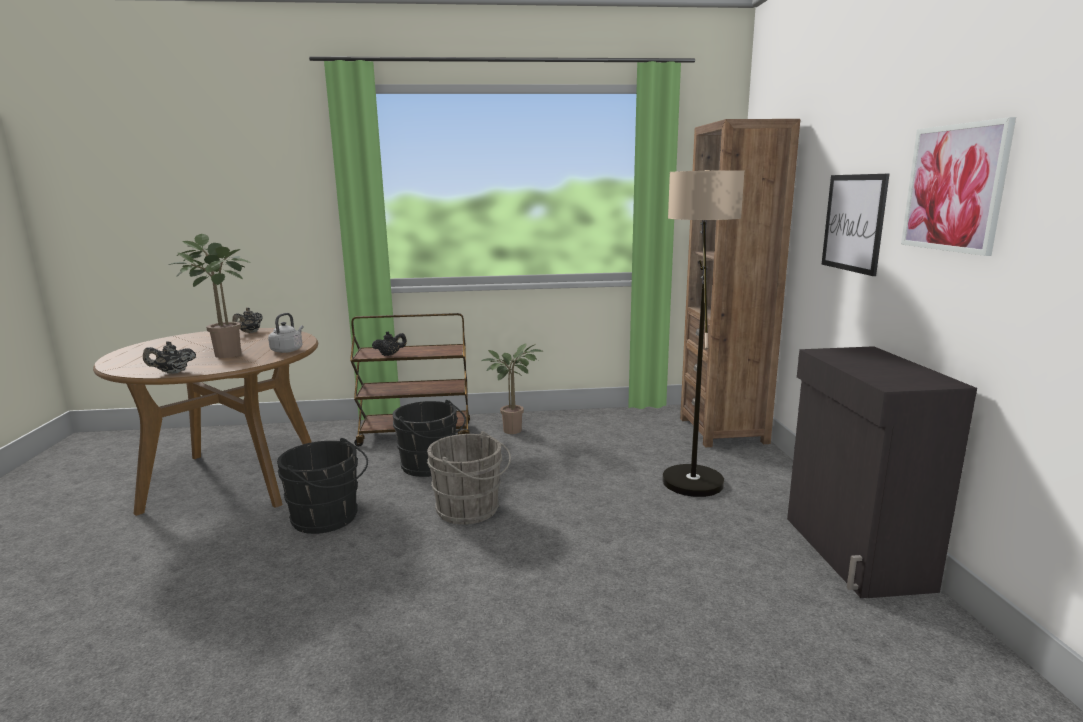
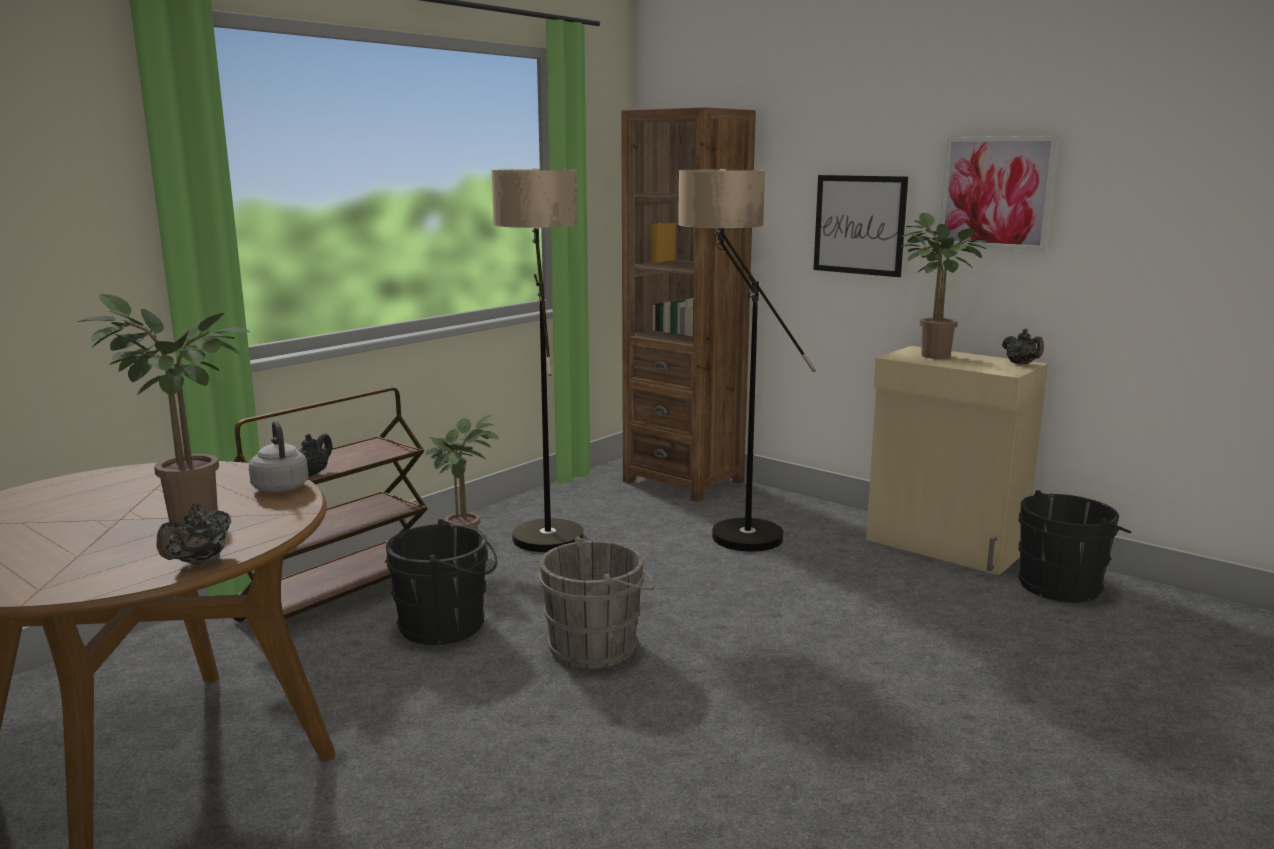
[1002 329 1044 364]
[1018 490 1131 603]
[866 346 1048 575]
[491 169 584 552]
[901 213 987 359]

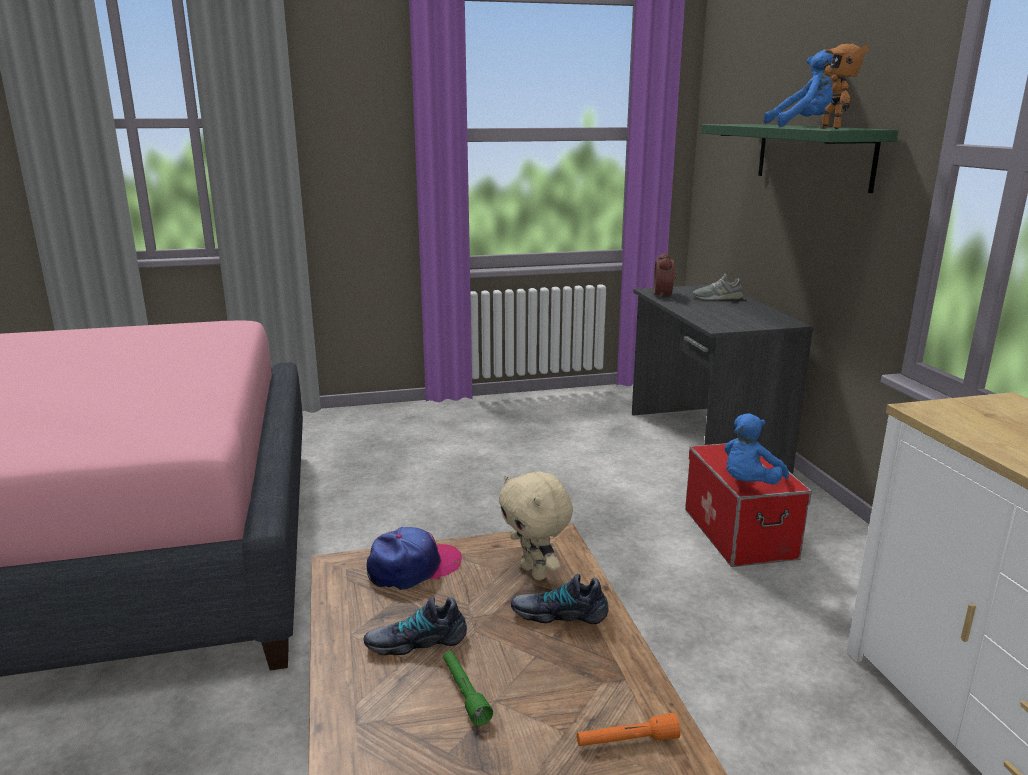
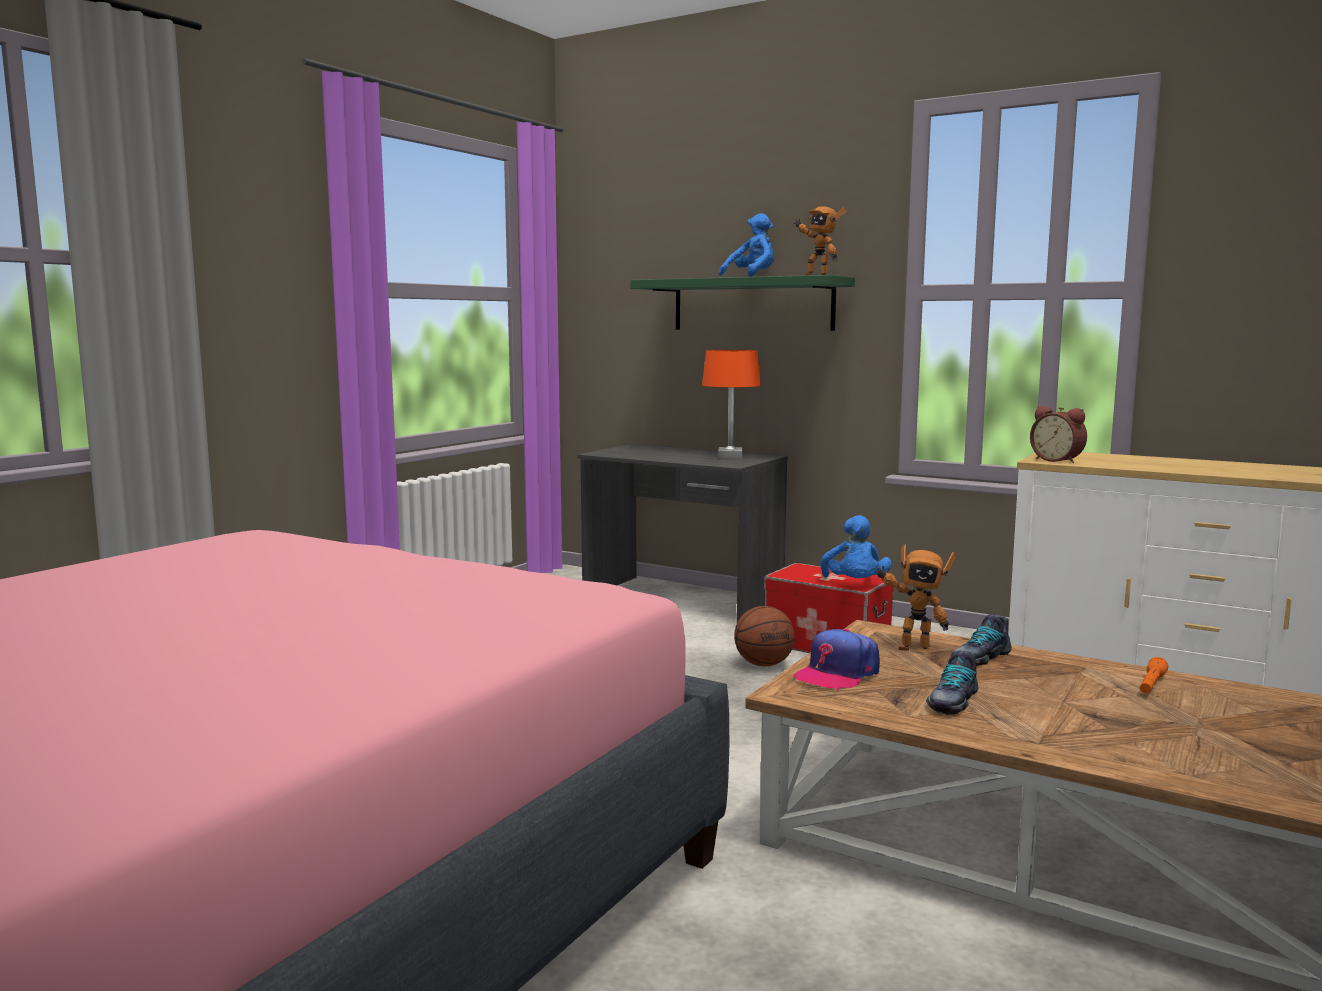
[793 629 880 690]
[443 651 493 726] (first image)
[875 544 956 651]
[1030 406 1087 463]
[692 274 743 300] (first image)
[702 350 761 459]
[734 606 795 666]

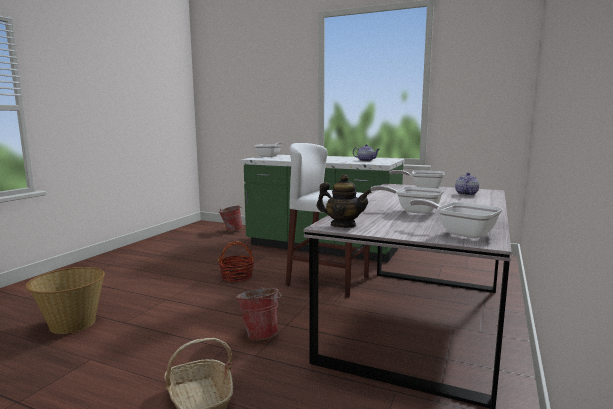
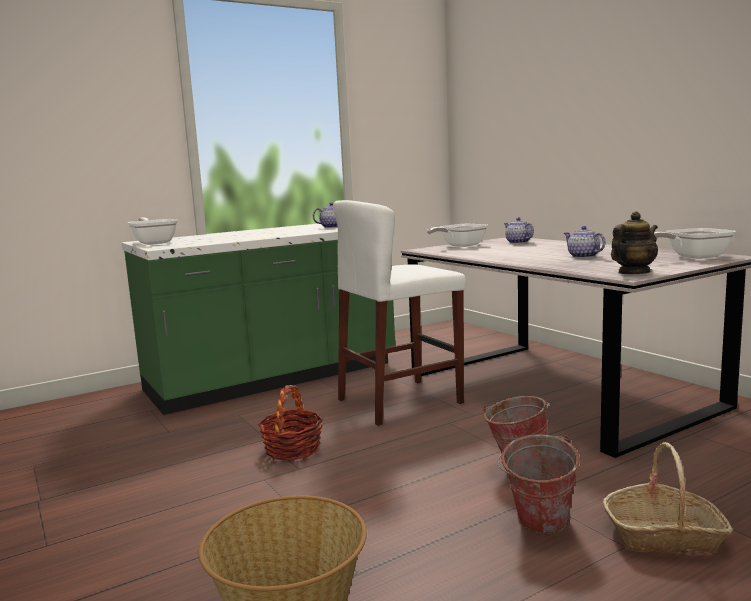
[498 434 580 534]
[564 226 605 258]

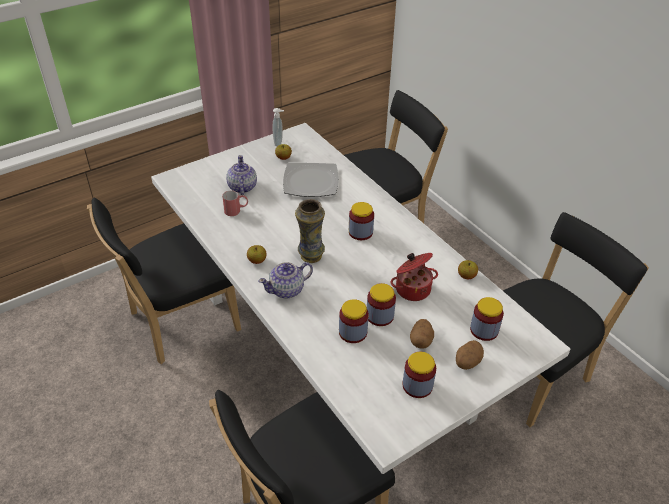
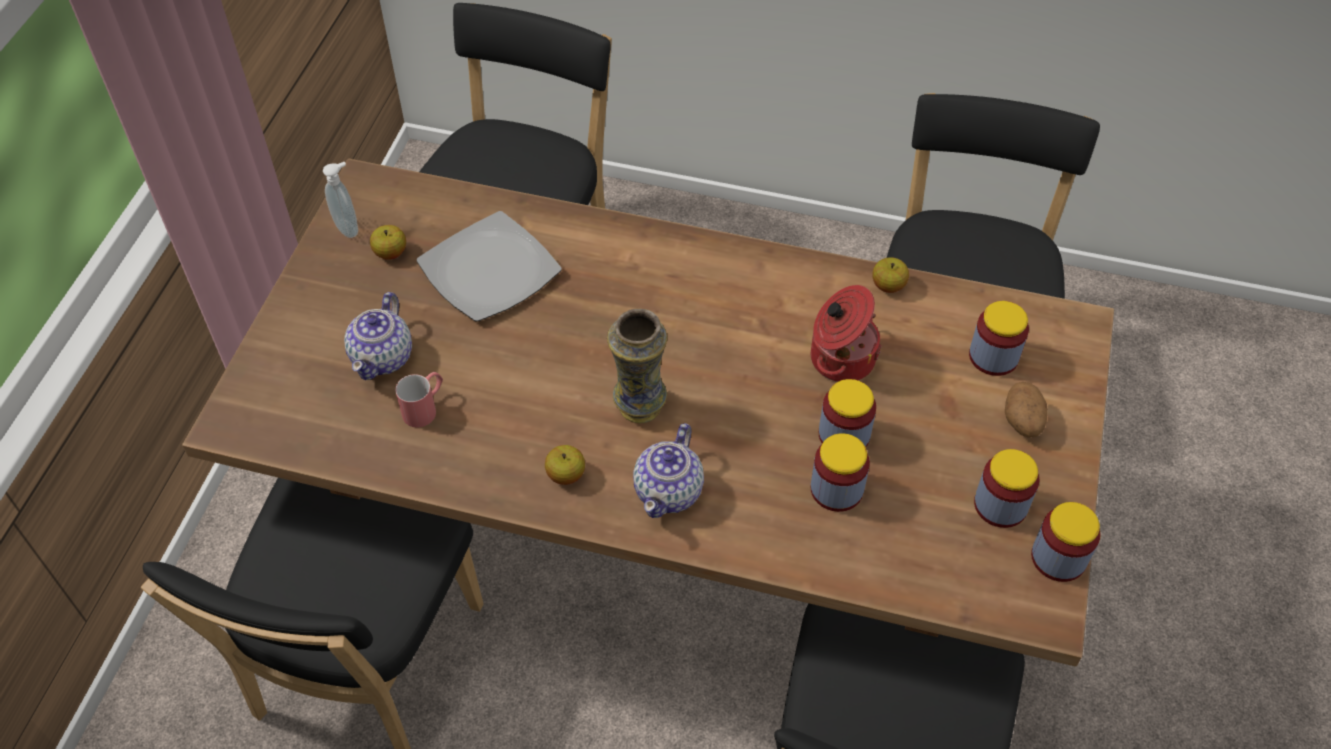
[182 159 1114 667]
[344 292 412 380]
[1031 502 1101 582]
[410 319 434 349] (first image)

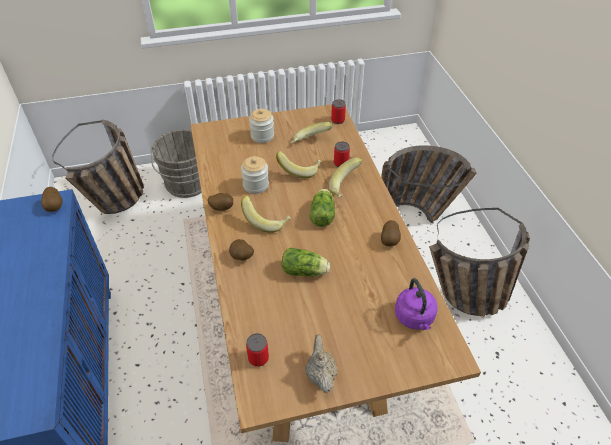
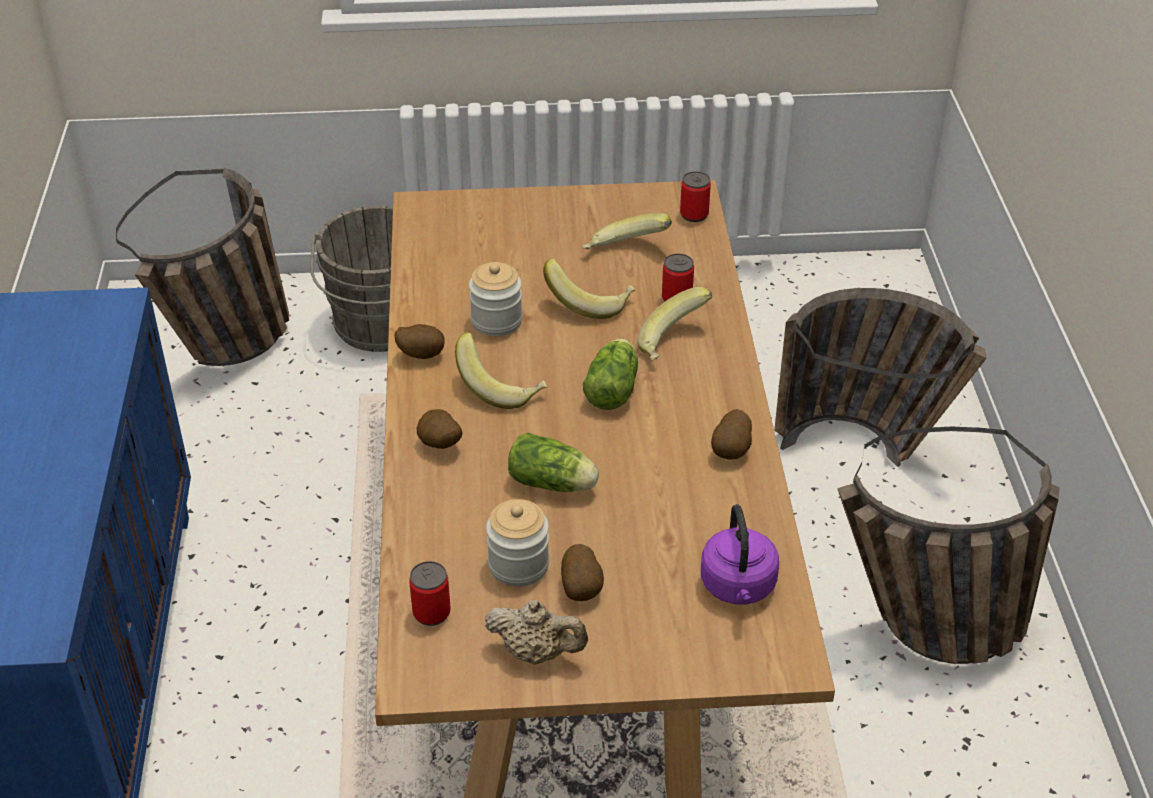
[561 544 604 601]
[486 499 549 586]
[485 600 588 665]

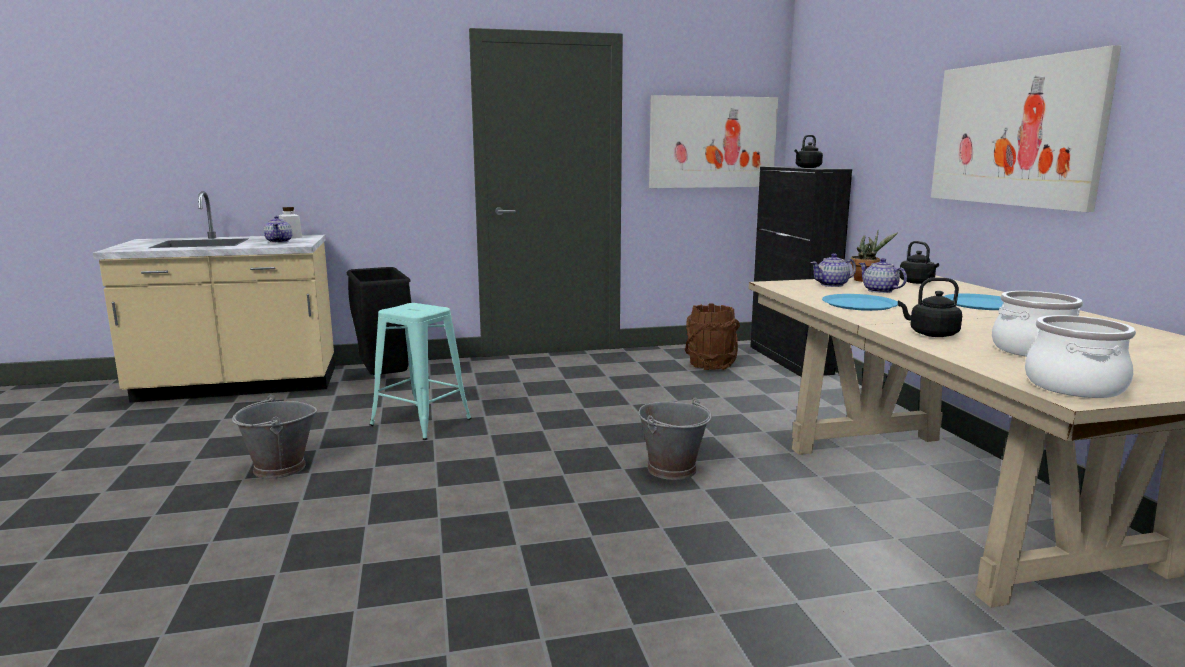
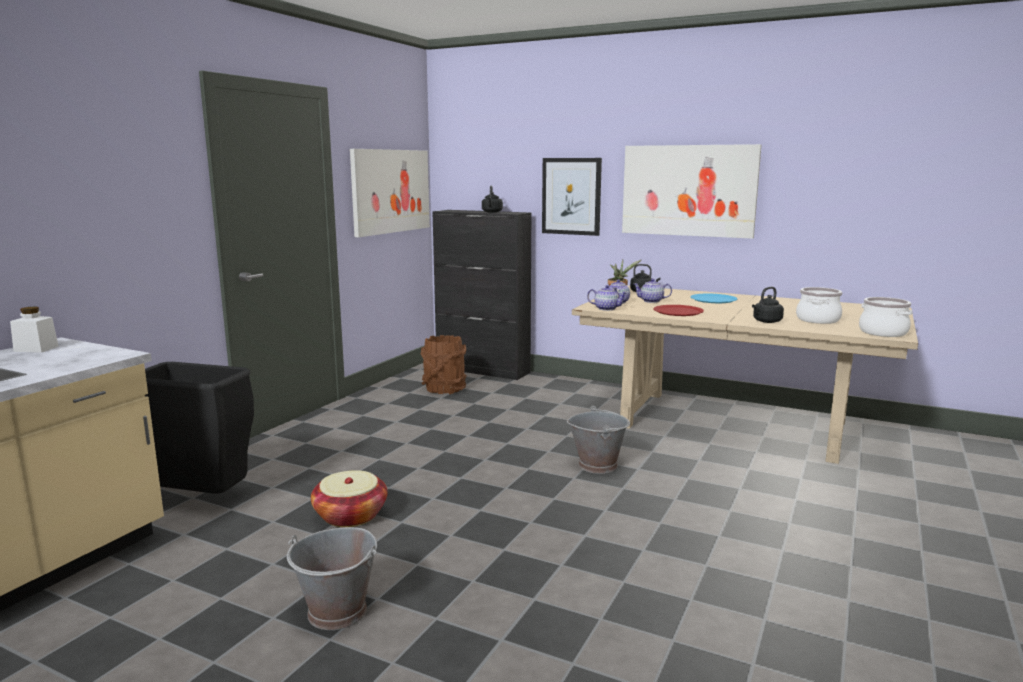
[587 285 627 311]
[311 470 388 527]
[653 305 704 316]
[542 158 602 236]

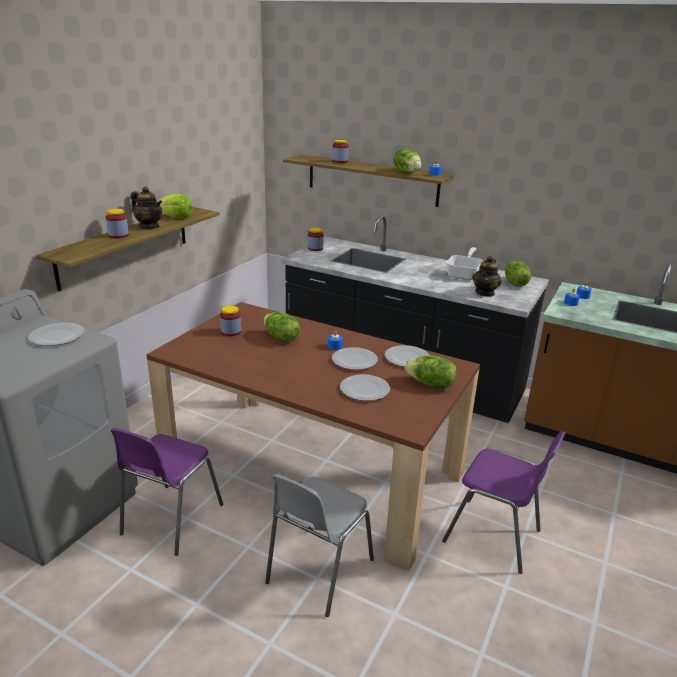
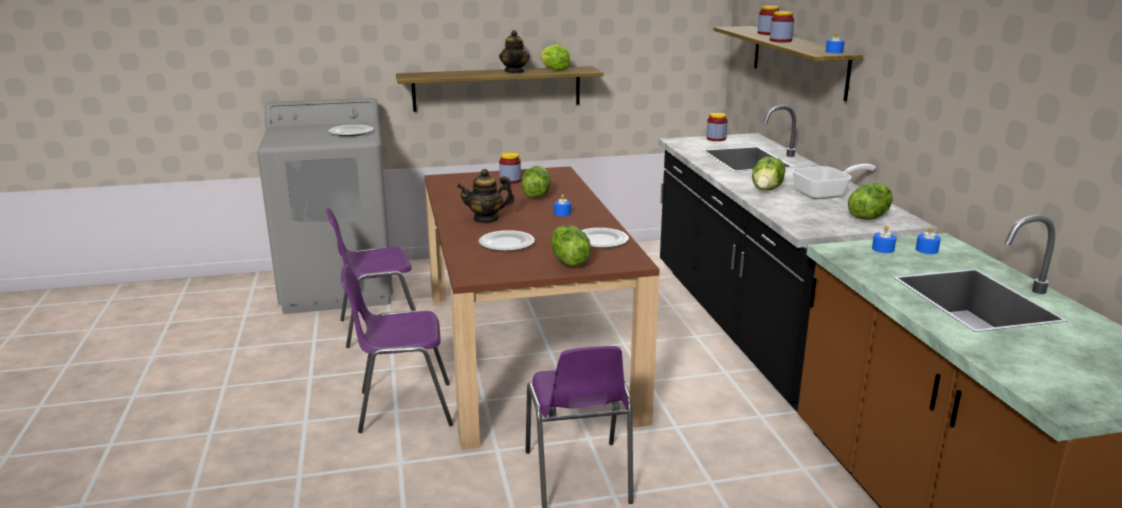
[770 11 794 42]
[341 264 453 433]
[332 347 378 370] (first image)
[752 157 785 191]
[457 169 514 223]

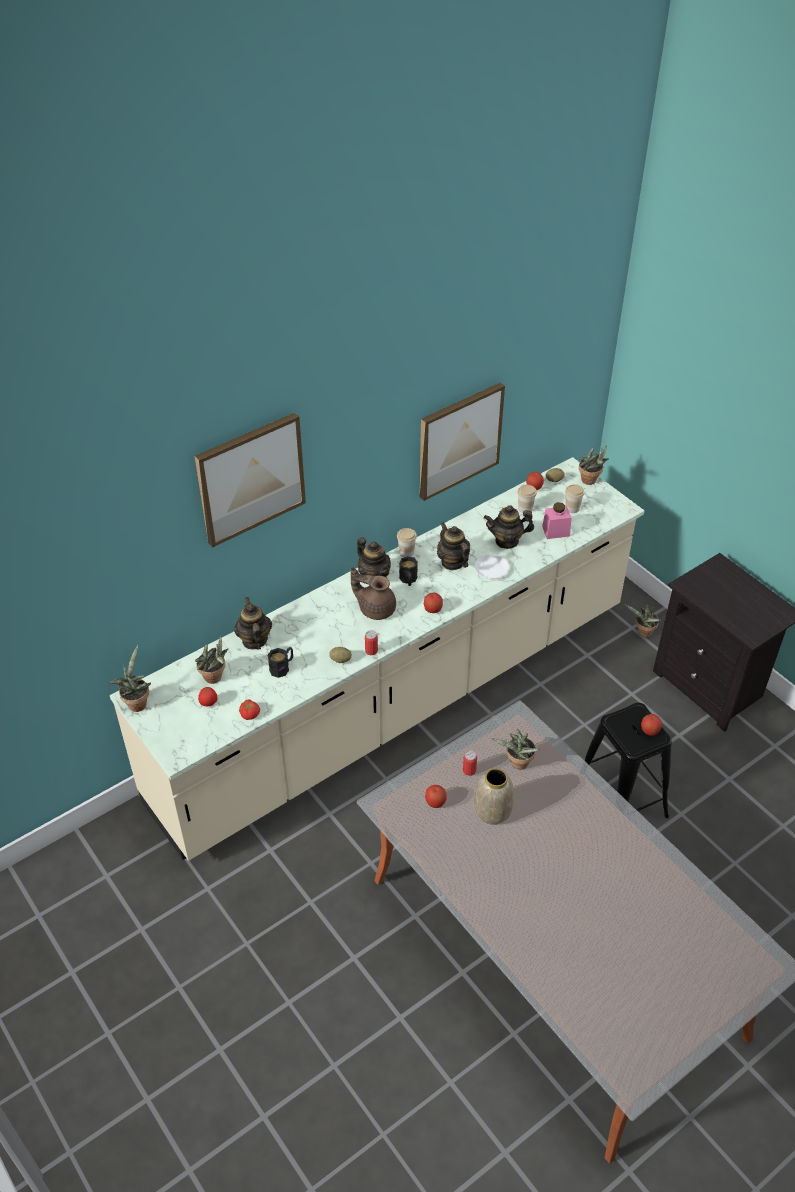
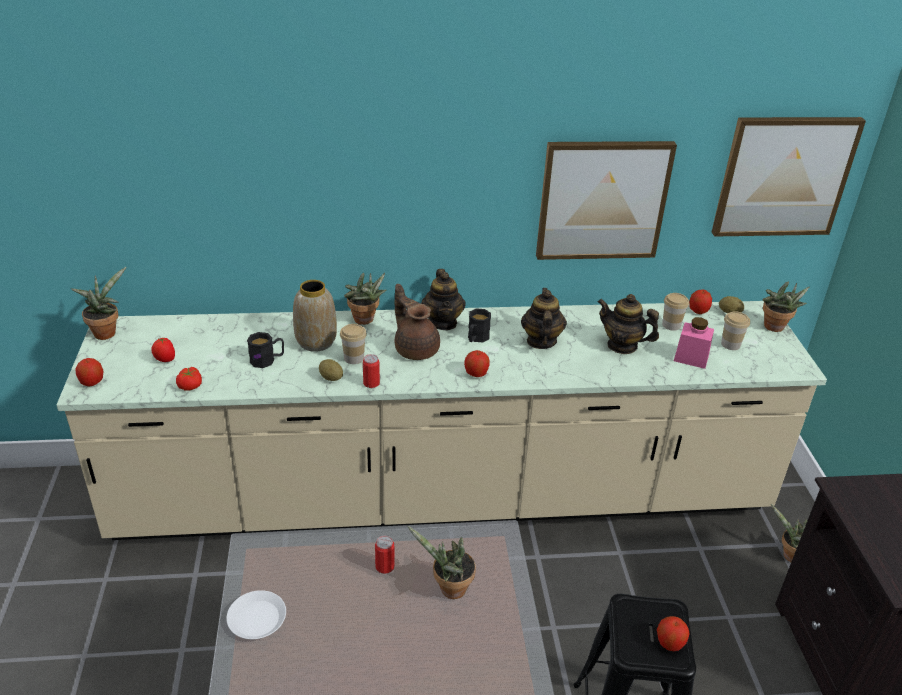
[712 117 866 237]
[344 273 386 325]
[234 597 272 650] (first image)
[340 324 367 364]
[75 358 104 386]
[226 590 286 639]
[293 280 337 352]

